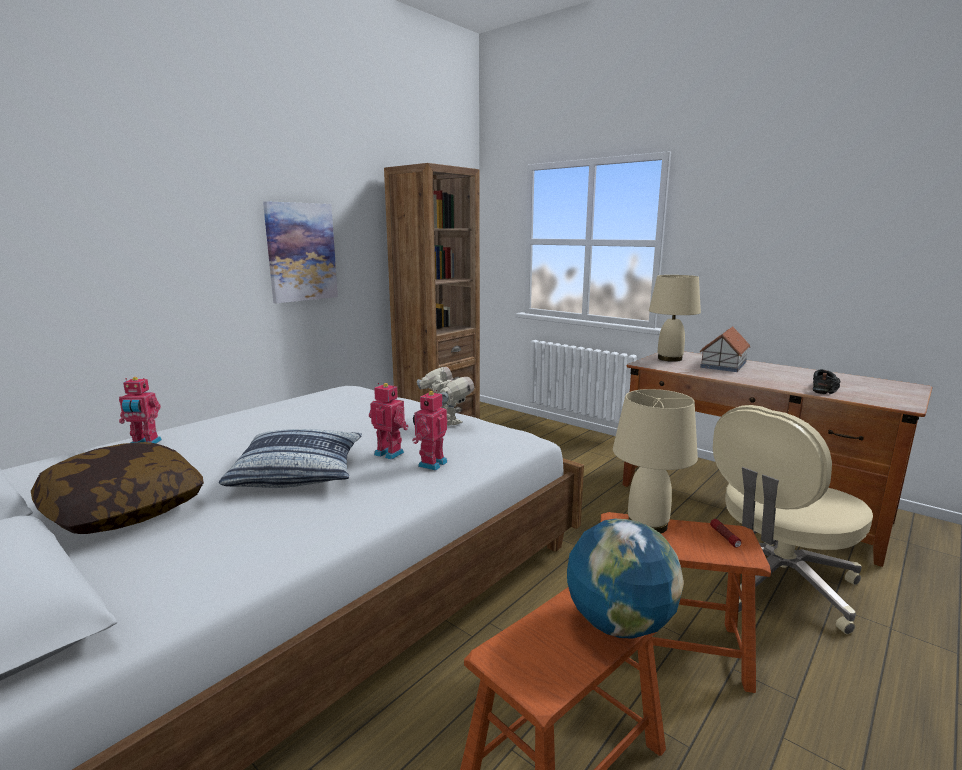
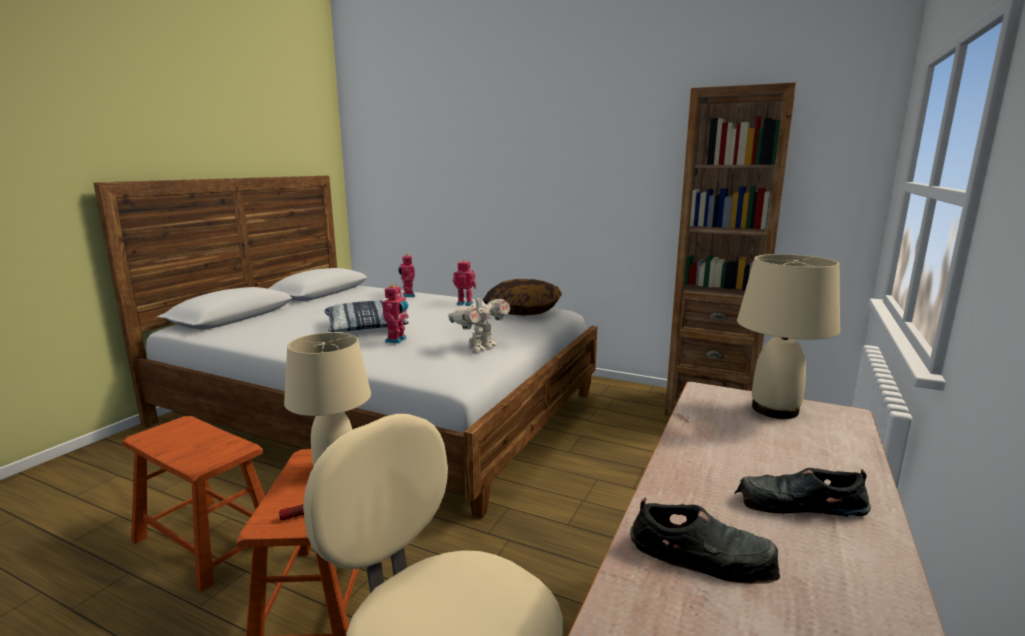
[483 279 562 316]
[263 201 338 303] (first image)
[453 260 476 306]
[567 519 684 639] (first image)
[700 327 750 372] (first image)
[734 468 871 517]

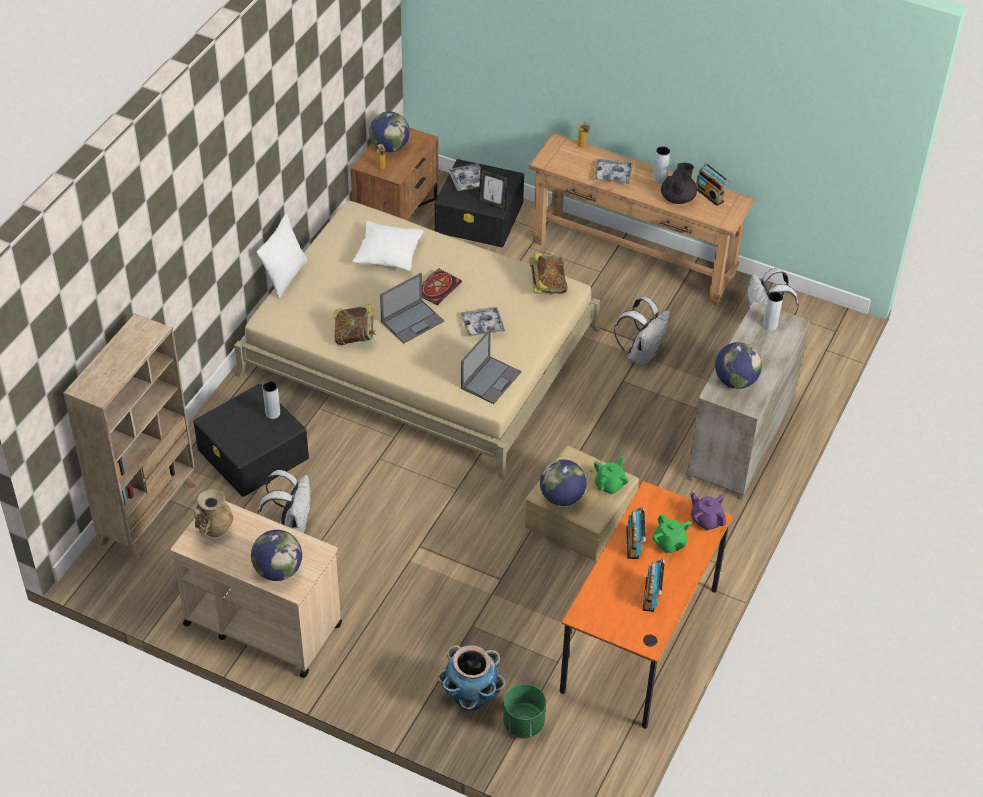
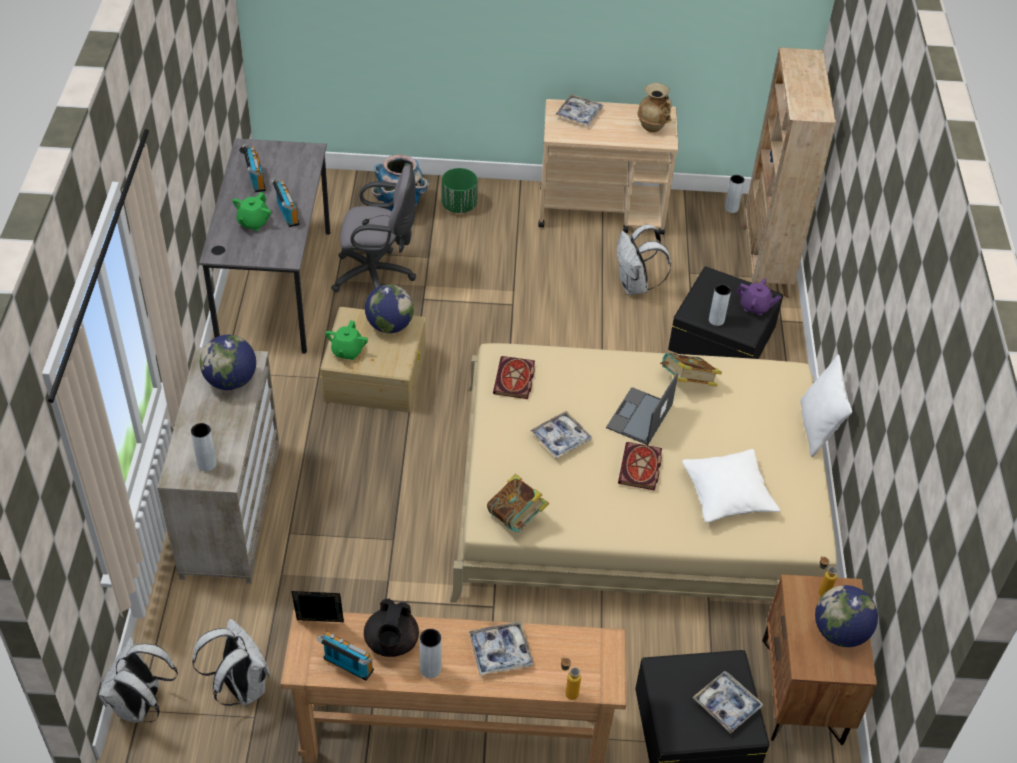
[555 94 603 126]
[493 356 535 399]
[291 591 344 622]
[442 168 478 213]
[199 138 331 354]
[99 637 178 723]
[233 192 271 231]
[736 278 781 315]
[331 166 416 293]
[725 175 745 213]

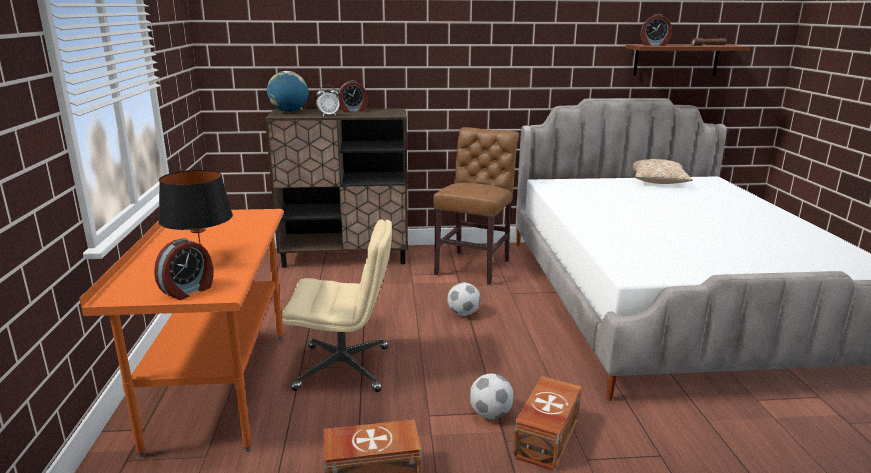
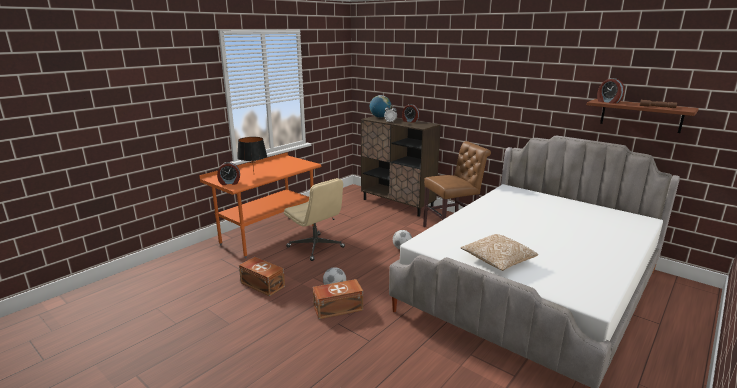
[461 234 538 271]

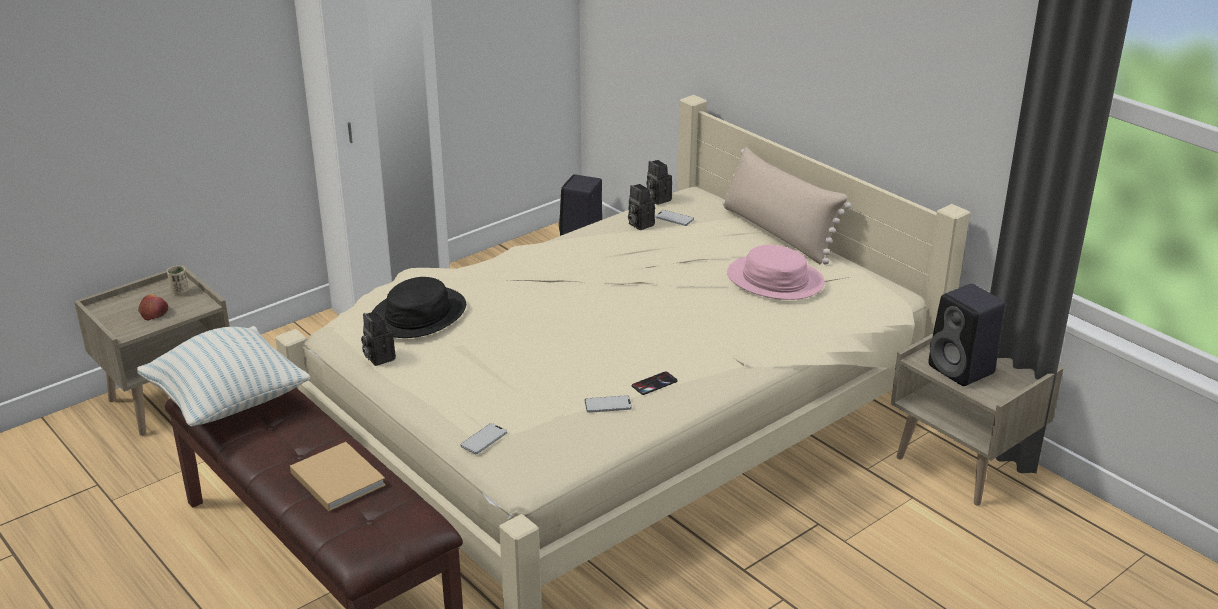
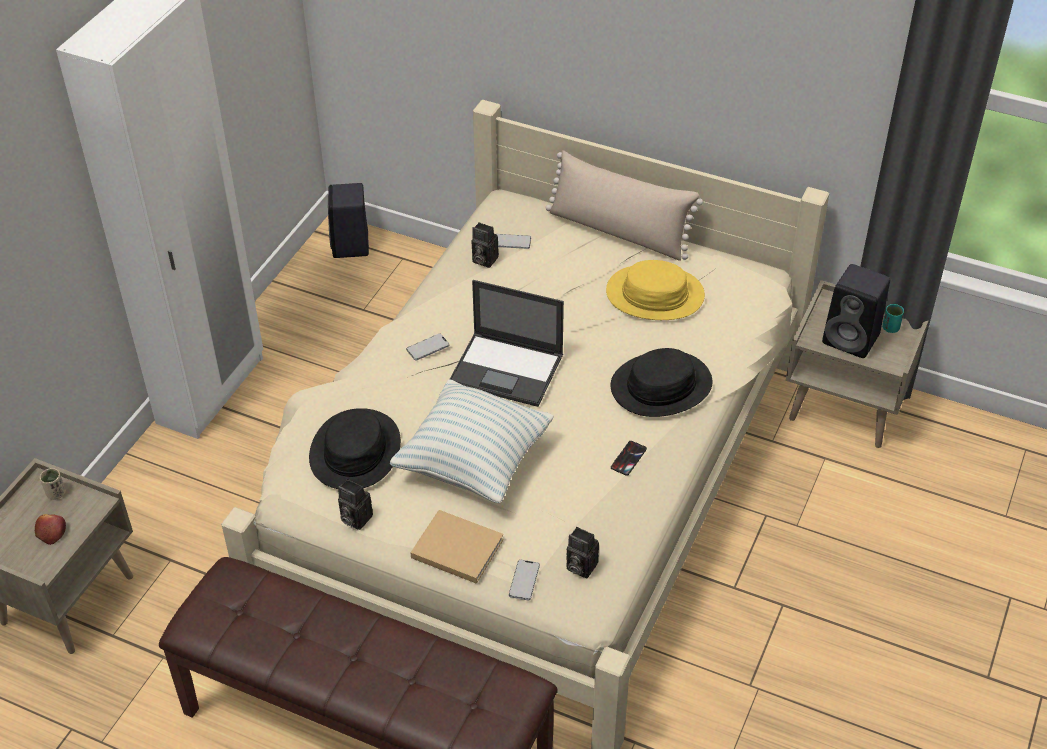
[390 379 554 503]
[411 510 504 584]
[406 334 449 361]
[567 527 599 579]
[606 260 705 320]
[449 280 564 407]
[611 348 713 417]
[882 304 904 333]

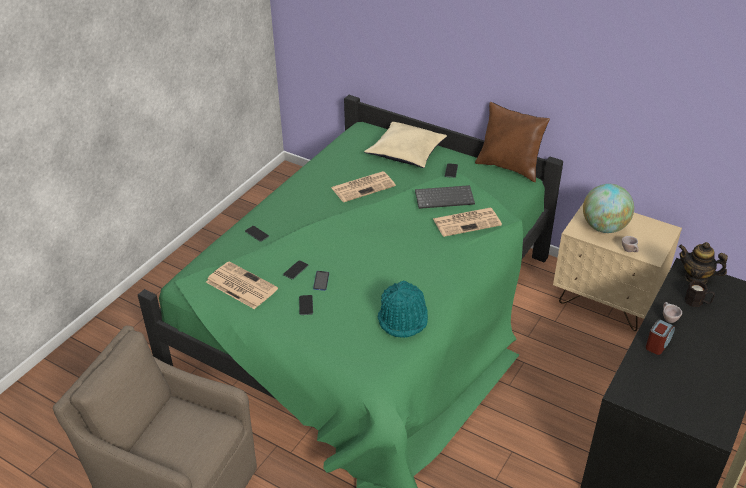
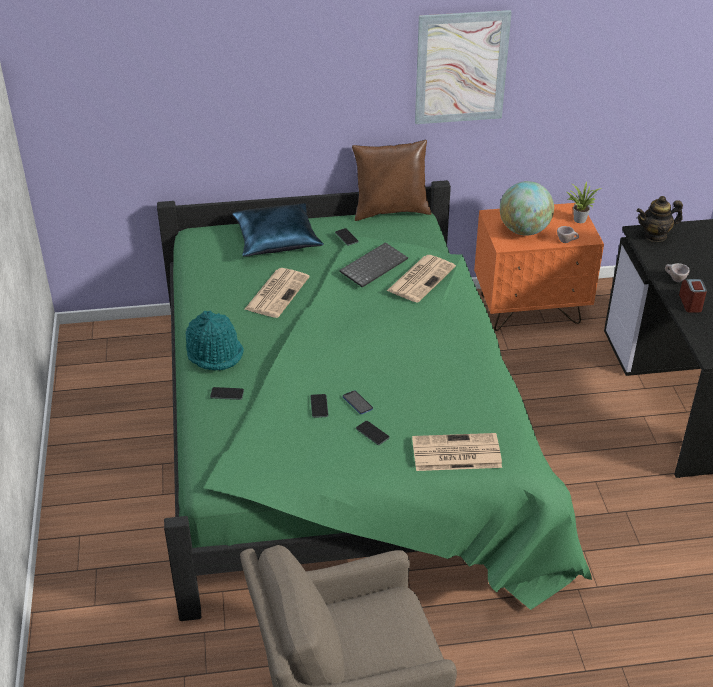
[412 433 502 471]
[232 203 324 257]
[186 310 244 371]
[474 202 604 331]
[685 280 715 307] (first image)
[415 10 512 124]
[566 181 602 223]

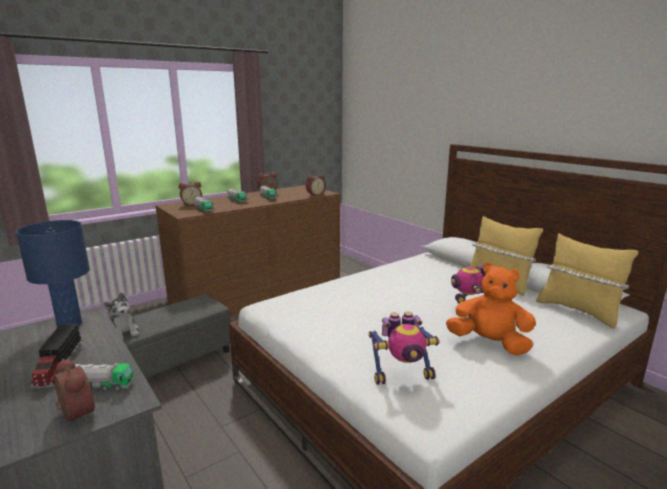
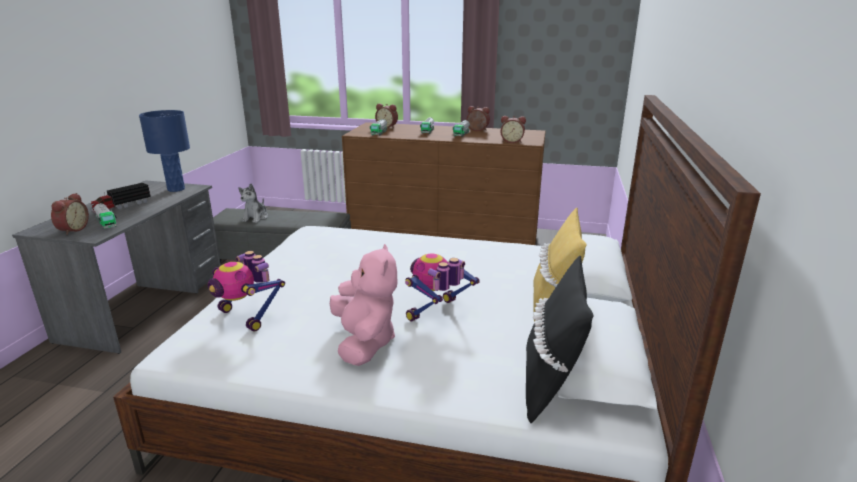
[330 244 397 366]
[526 255 594 423]

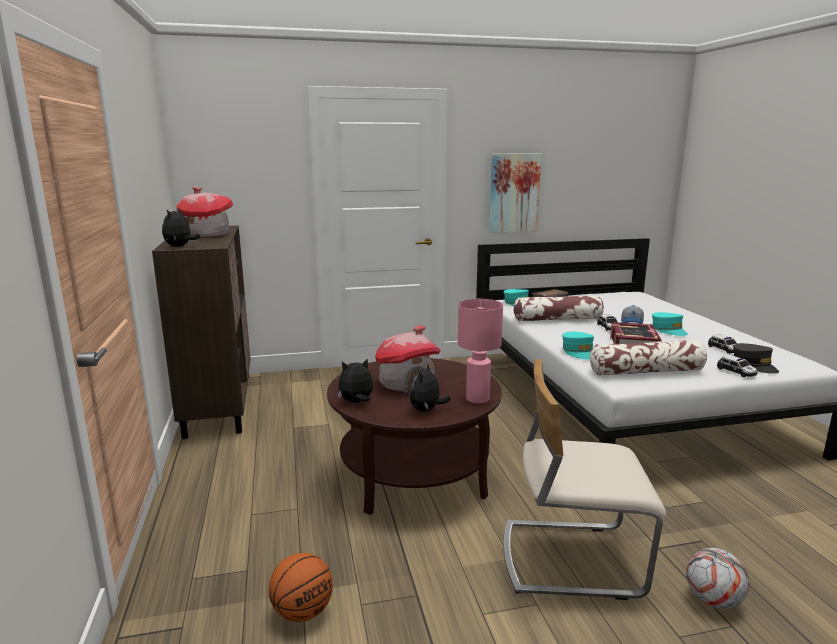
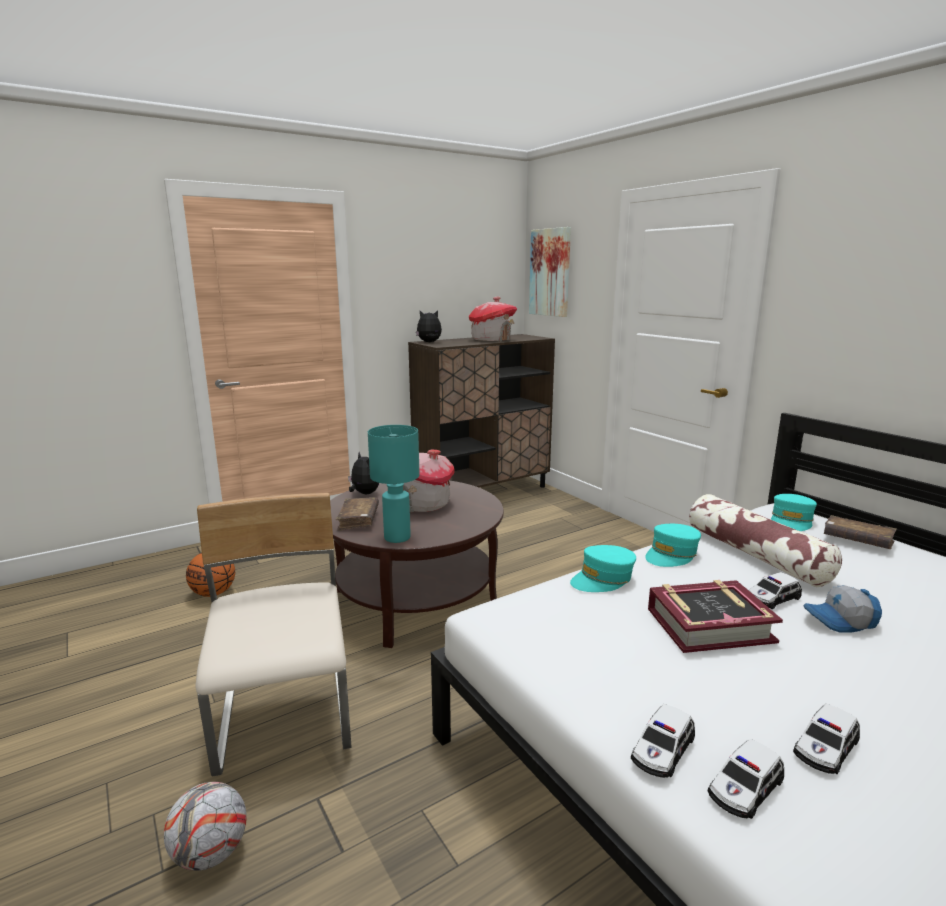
[336 497 379 531]
[368 425 420 543]
[529 227 571 317]
[590 340 707 376] (first image)
[645 524 701 567]
[708 739 784 819]

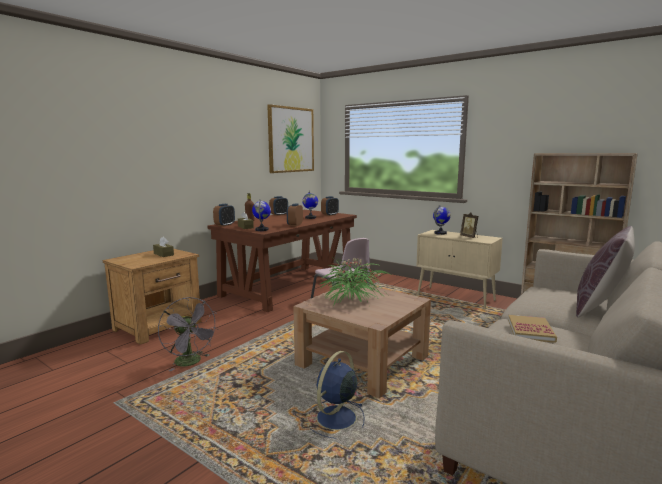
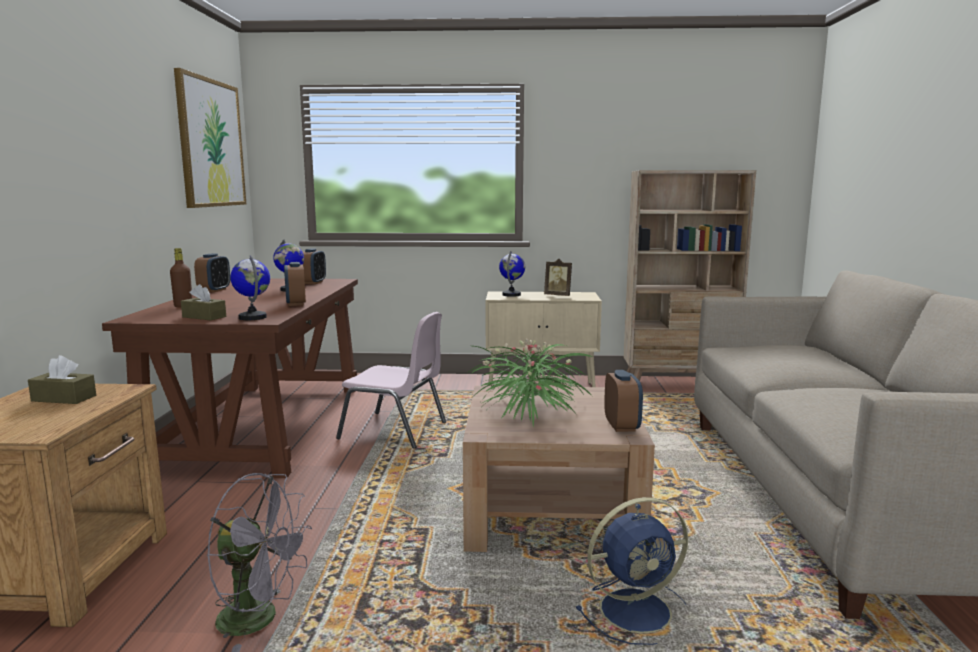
[604 370 643 432]
[576 497 688 645]
[508 315 557 343] (first image)
[576 226 635 318] (first image)

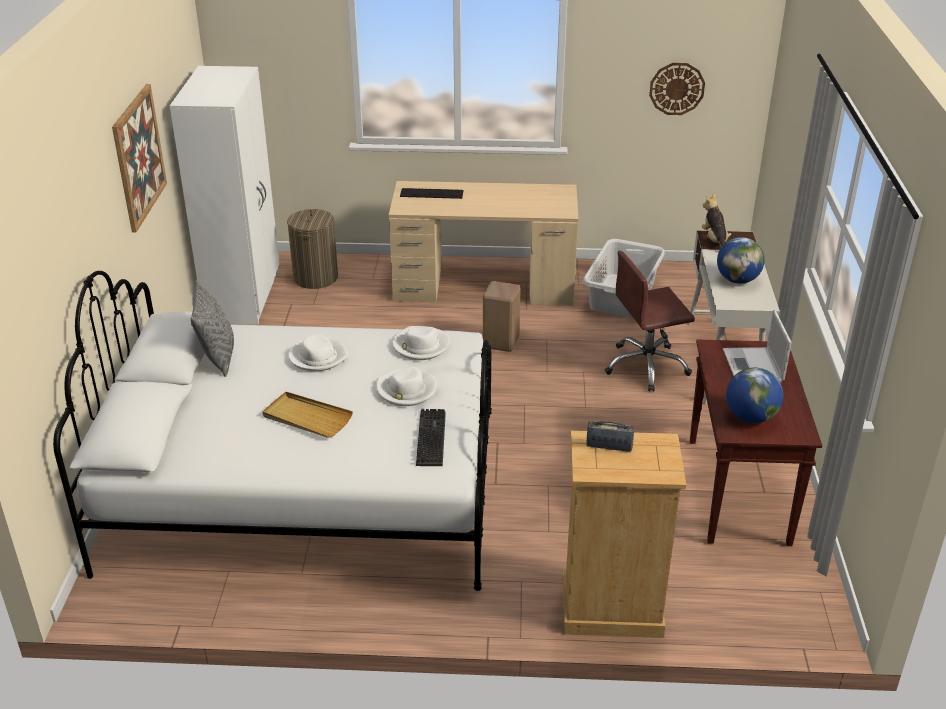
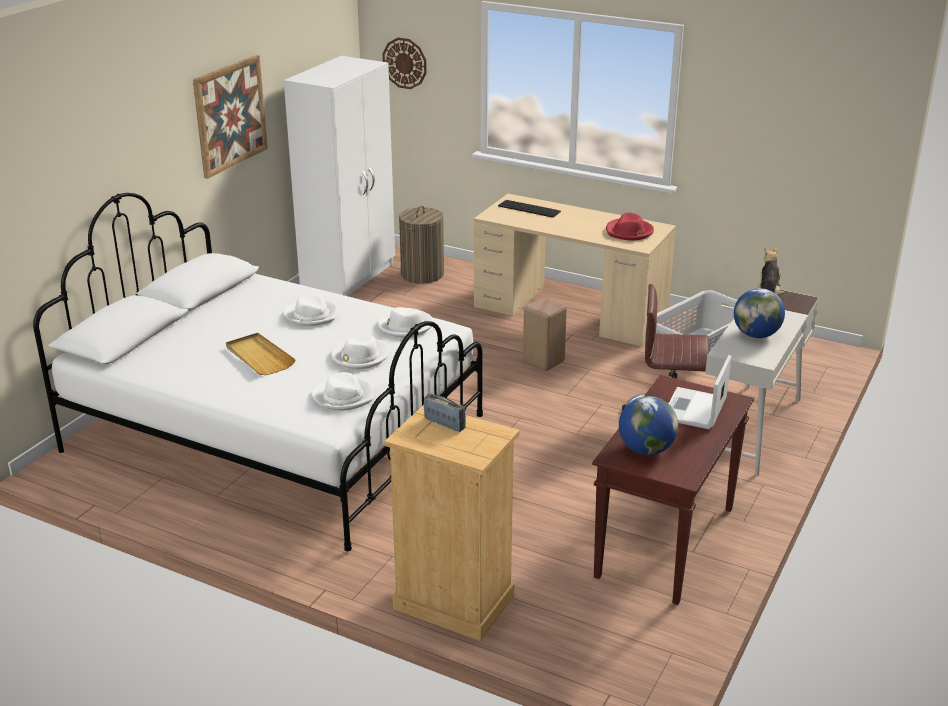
[191 281 234 377] (first image)
[312 372 374 411]
[382 38 427 89]
[606 213 654 240]

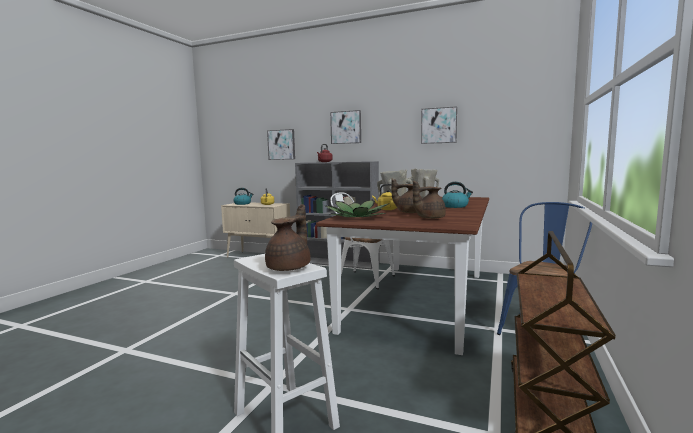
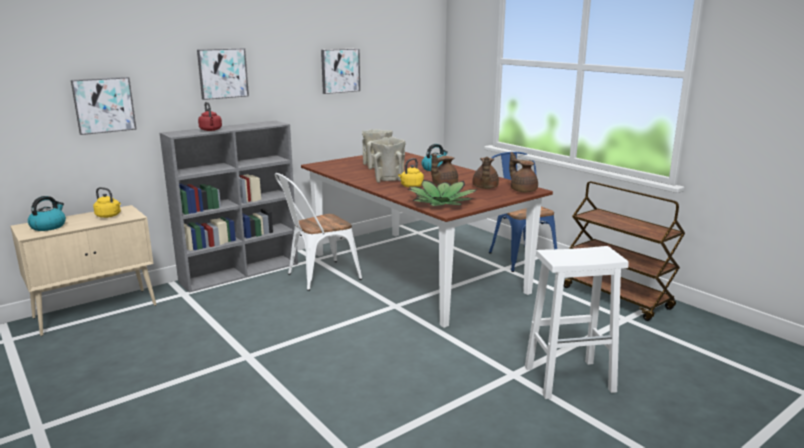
[509 152 538 192]

